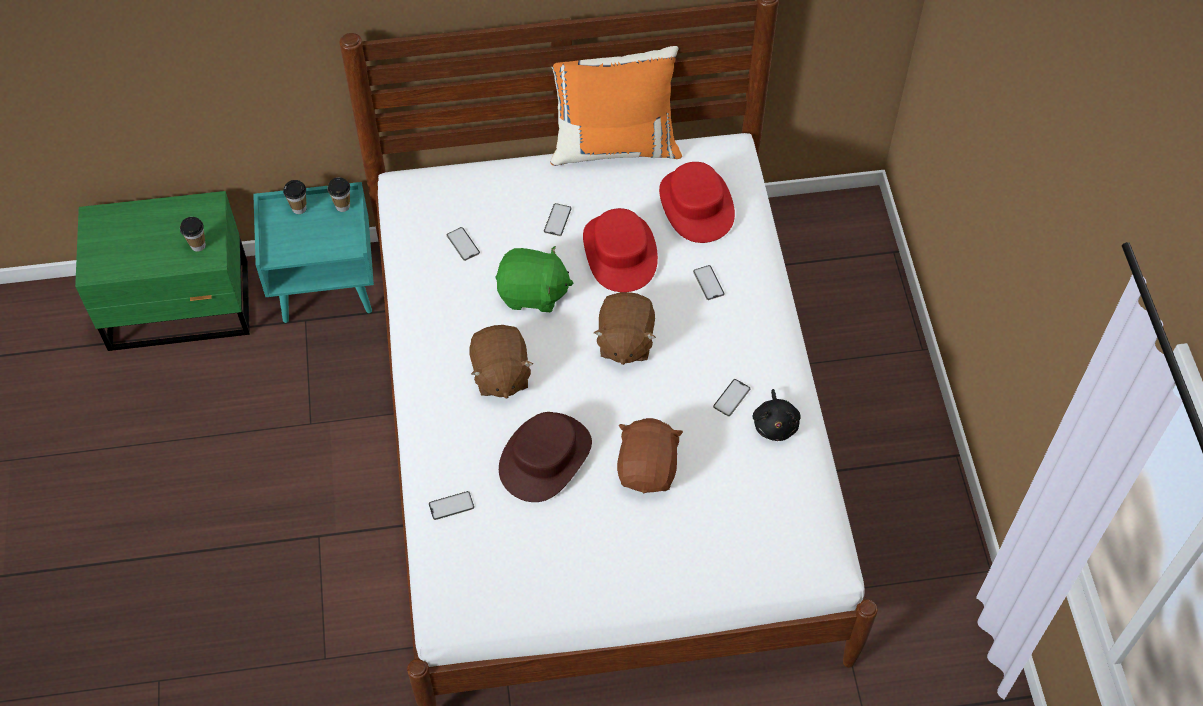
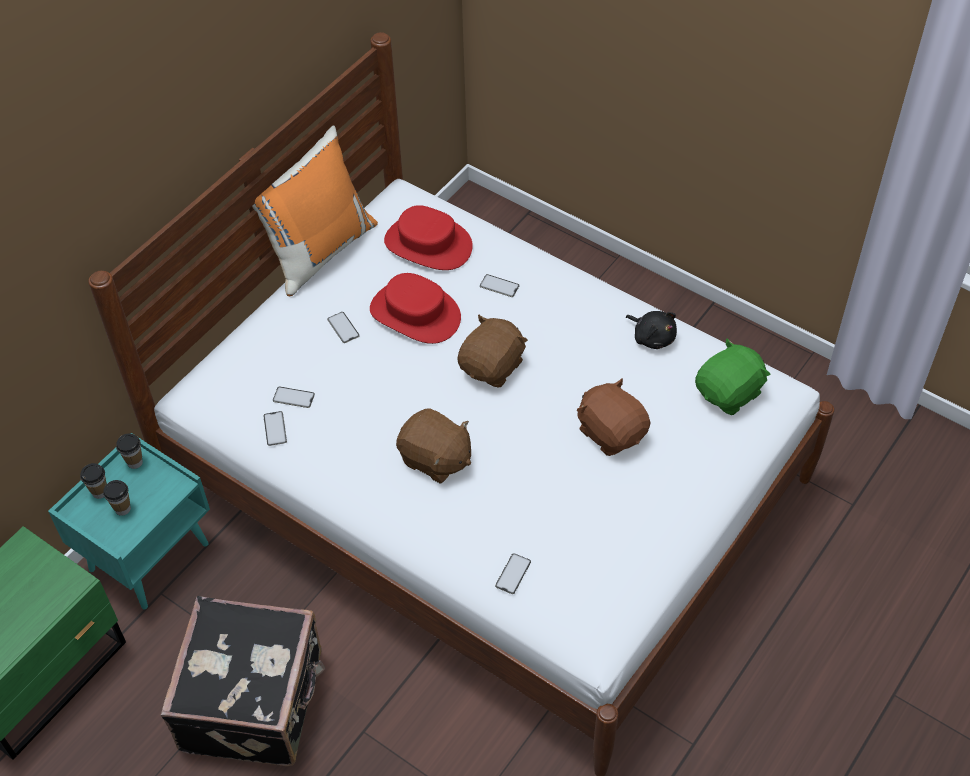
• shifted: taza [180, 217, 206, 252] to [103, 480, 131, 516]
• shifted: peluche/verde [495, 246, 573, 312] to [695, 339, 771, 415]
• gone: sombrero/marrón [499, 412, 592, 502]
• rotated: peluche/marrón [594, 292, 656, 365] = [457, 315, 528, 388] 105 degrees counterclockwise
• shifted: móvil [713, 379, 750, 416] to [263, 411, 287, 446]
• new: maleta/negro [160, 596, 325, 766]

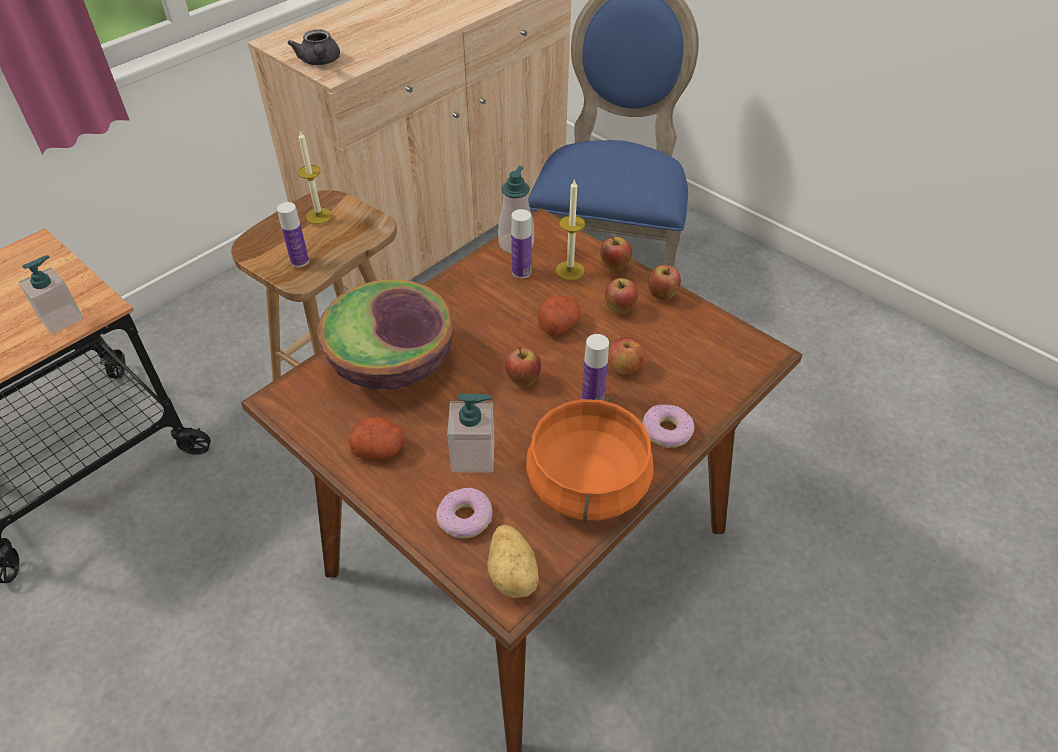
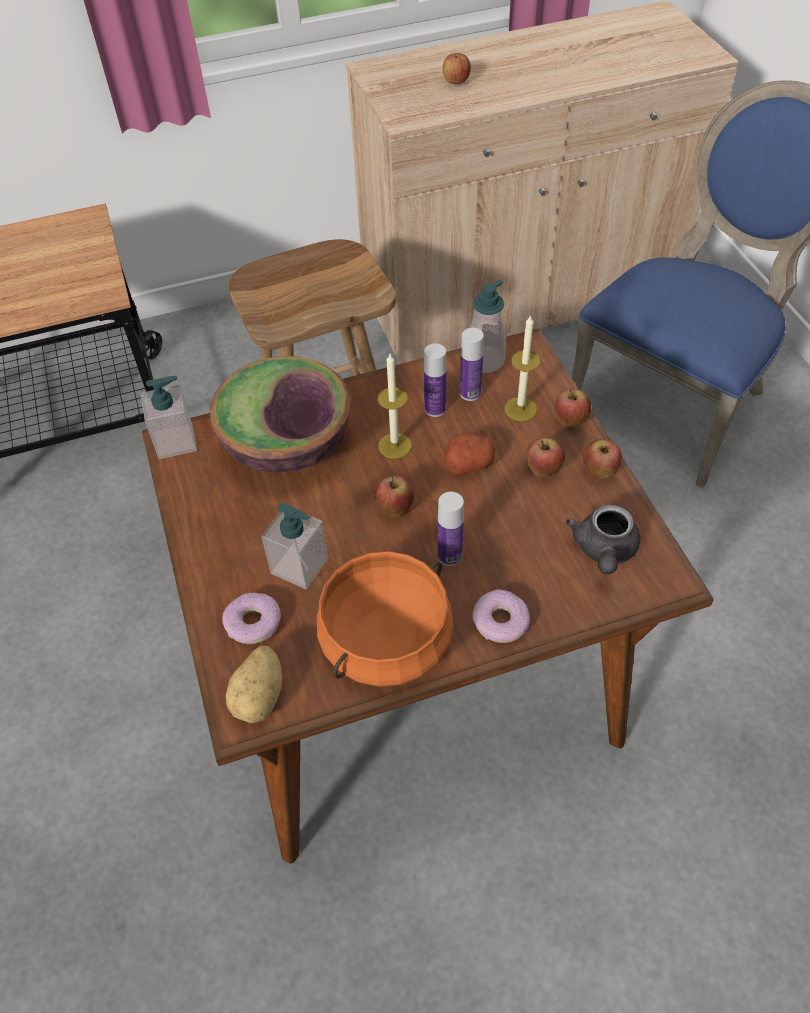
• shifted: dispensador de jabón [18, 255, 84, 334] to [141, 376, 197, 459]
• shifted: botella [277, 202, 309, 267] to [424, 343, 447, 417]
• shifted: tetera/gris [287, 29, 340, 65] to [566, 505, 640, 574]
• shifted: vela [298, 131, 332, 224] to [378, 354, 412, 459]
• gone: patata [348, 417, 405, 459]
• shifted: manzana [608, 337, 644, 374] to [443, 53, 471, 84]

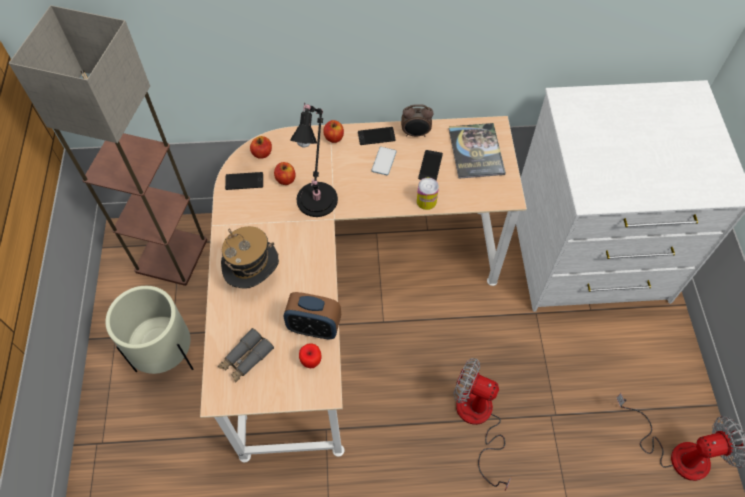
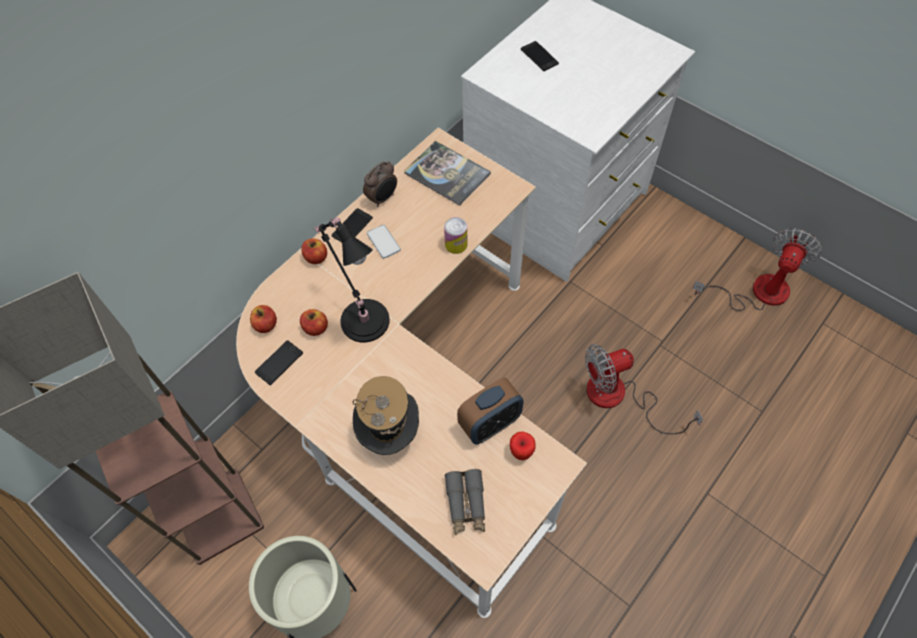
• shifted: móvil [418, 150, 443, 181] to [521, 41, 559, 71]

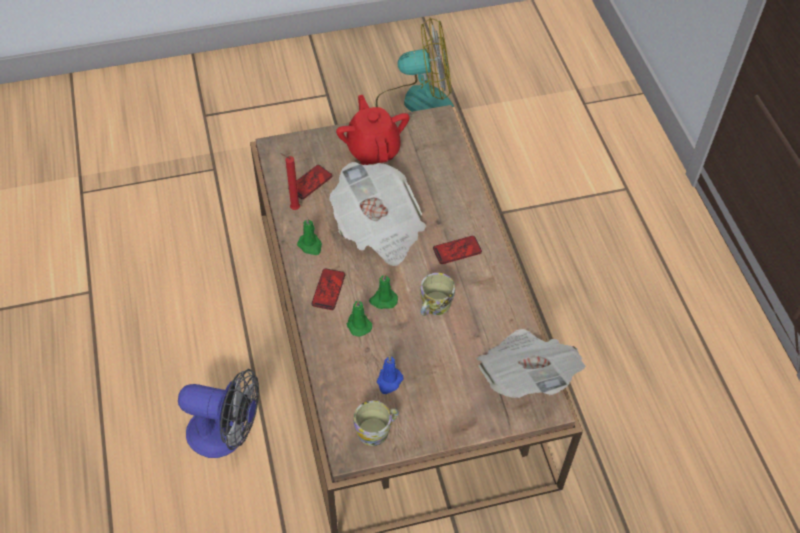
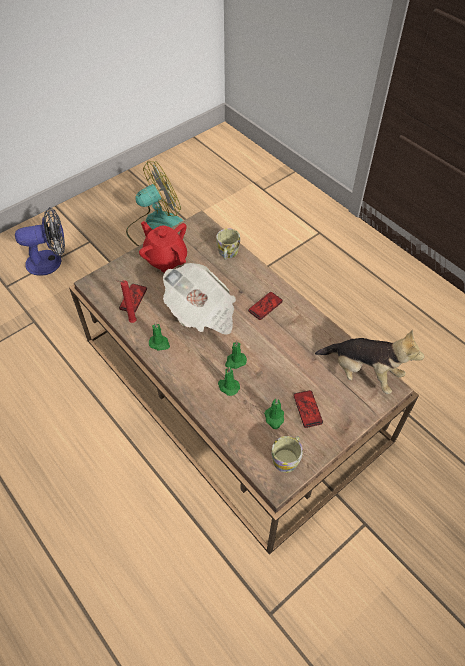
• shifted: ventilador [178, 369, 259, 458] to [15, 207, 65, 276]
• shifted: móvil [312, 268, 345, 310] to [293, 390, 323, 428]
• repainted: vela/azul [377, 356, 403, 394] to vela/verde [264, 398, 284, 429]
• shifted: taza grande [420, 273, 455, 316] to [216, 228, 240, 260]
• swapped: periódico [477, 329, 585, 398] to peluche [315, 330, 424, 394]

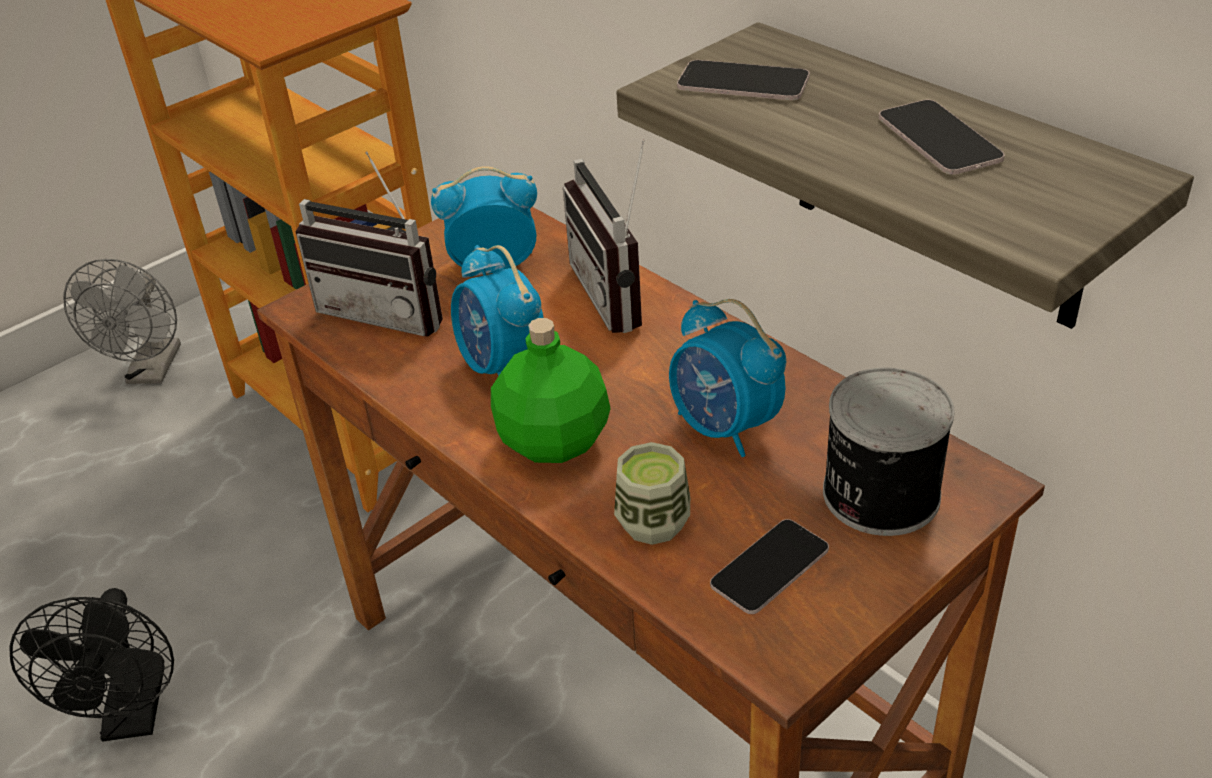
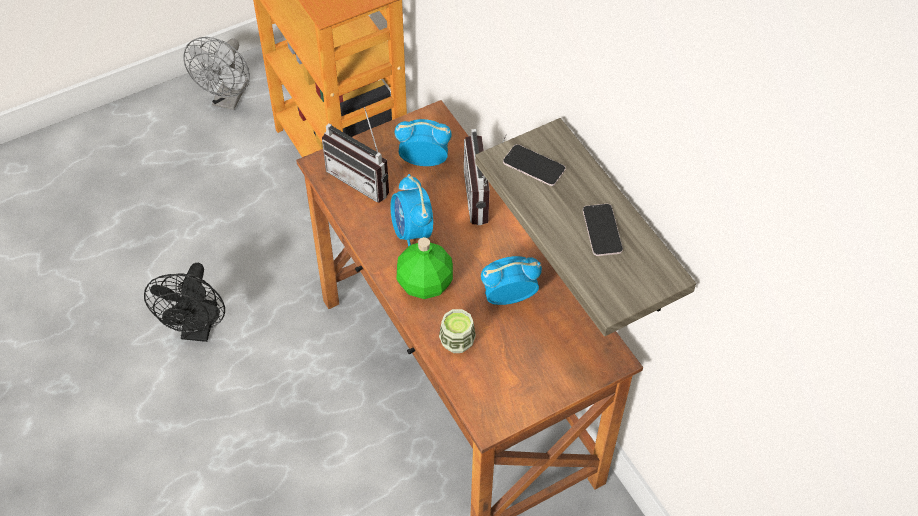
• rotated: despertador [669, 299, 786, 457] = [481, 256, 542, 305] 105 degrees clockwise
• gone: móvil [710, 519, 829, 614]
• gone: lata [823, 368, 955, 536]

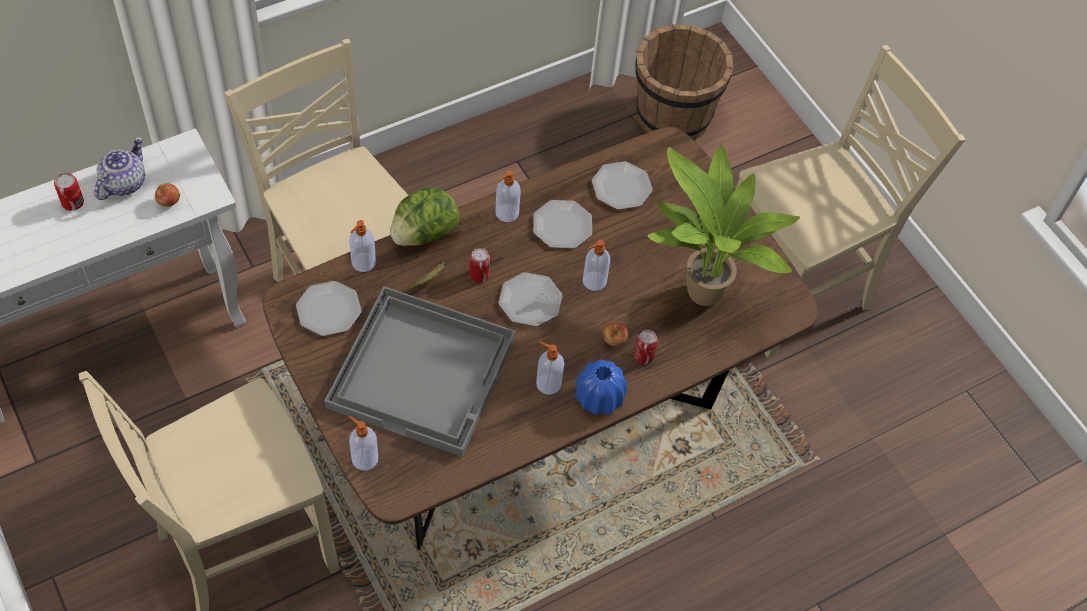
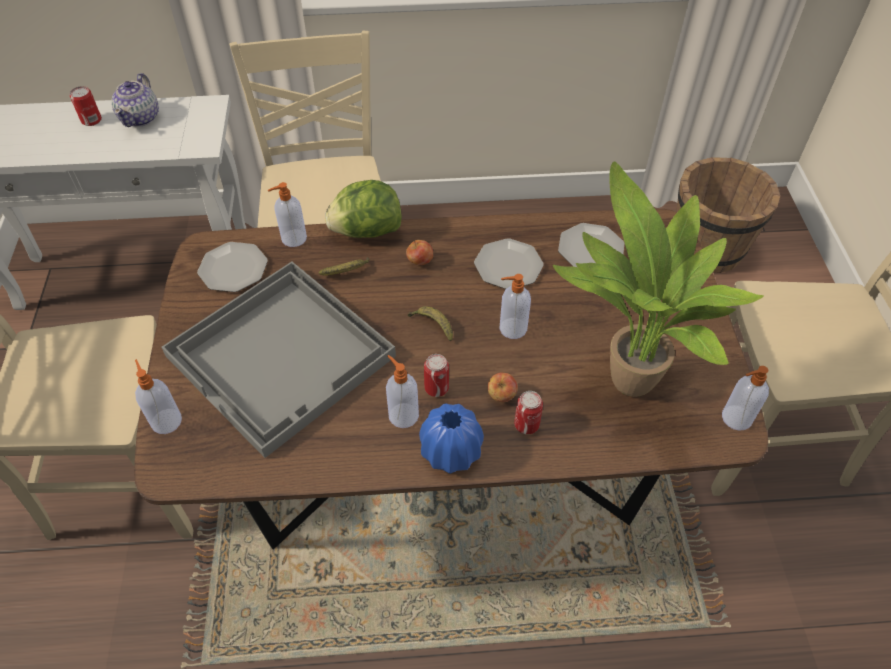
• rotated: tetera [94, 137, 145, 200] = [112, 73, 159, 127] 135 degrees clockwise
• shifted: manzana [155, 183, 180, 207] to [406, 240, 433, 265]
• shifted: lata [469, 248, 490, 283] to [424, 354, 449, 397]
• shifted: dispensador de jabón [495, 170, 521, 222] to [722, 366, 769, 431]
• swapped: plato [498, 272, 563, 327] to plátano [408, 306, 453, 342]

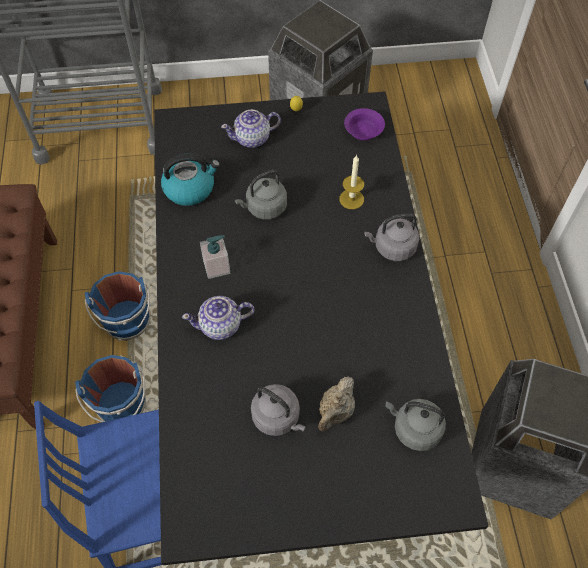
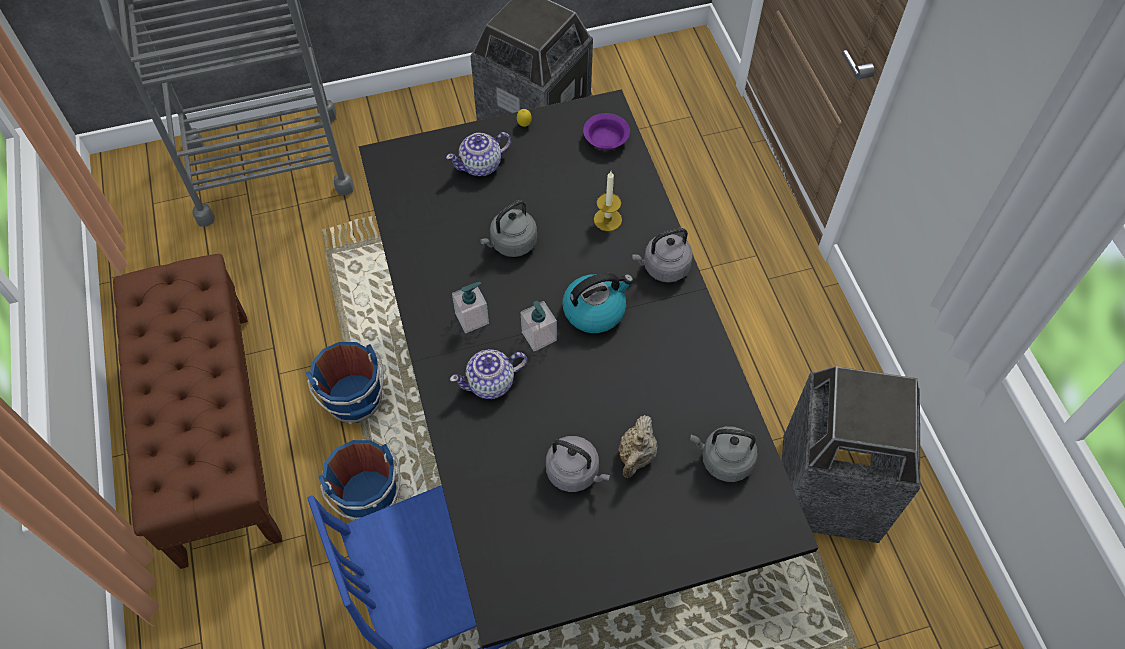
• shifted: hervidor [161, 153, 220, 206] to [562, 272, 633, 333]
• new: dispensador de jabón [520, 301, 557, 352]

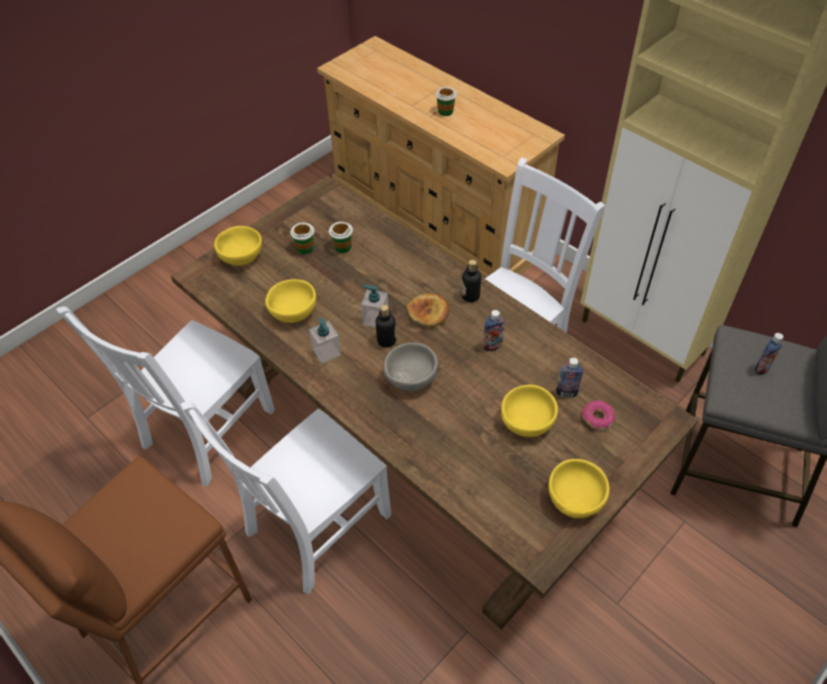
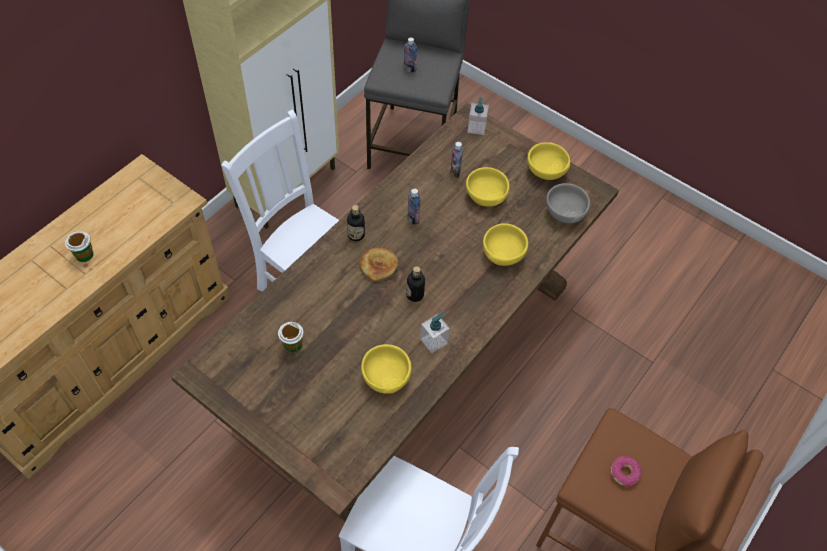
• gone: silla/blanco [180, 401, 392, 594]
• shifted: cuenco/amarillo [214, 226, 262, 266] to [483, 223, 528, 266]
• gone: taza [290, 223, 314, 254]
• shifted: dispensador de jabón [361, 285, 389, 327] to [467, 97, 489, 135]
• shifted: cuenco/gris [384, 343, 438, 391] to [546, 183, 590, 223]
• shifted: rosquilla [582, 401, 615, 430] to [611, 456, 642, 487]

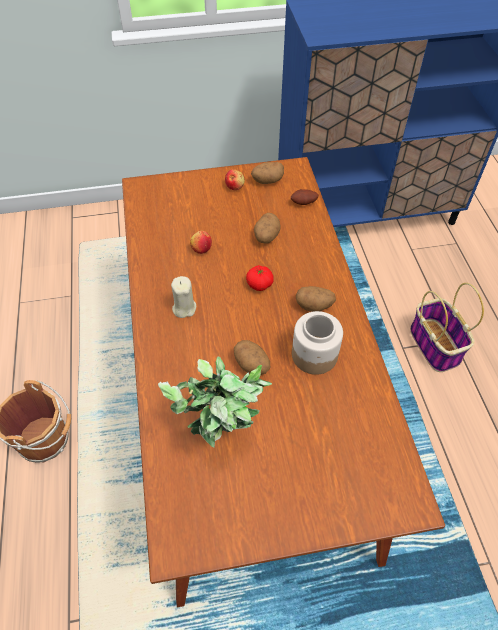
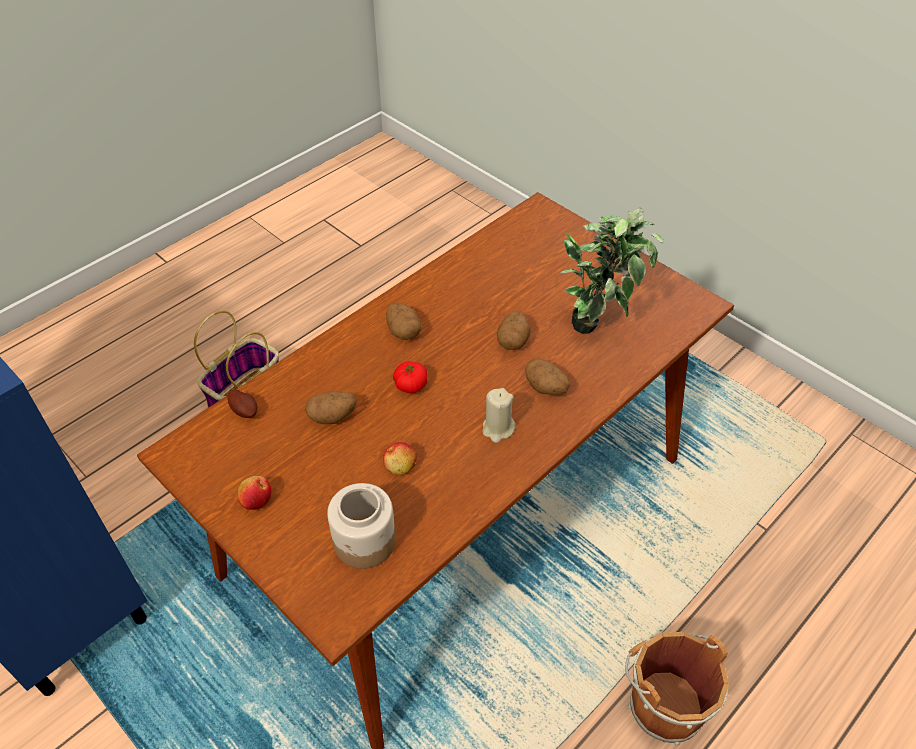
• shifted: patata [251, 162, 284, 184] to [525, 358, 570, 395]
• shifted: tarro [292, 311, 343, 375] to [327, 483, 396, 569]

